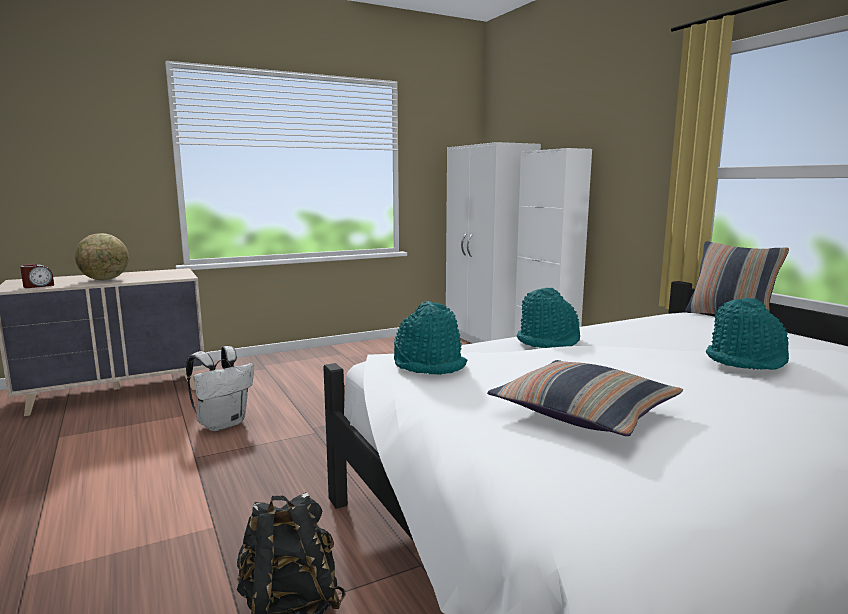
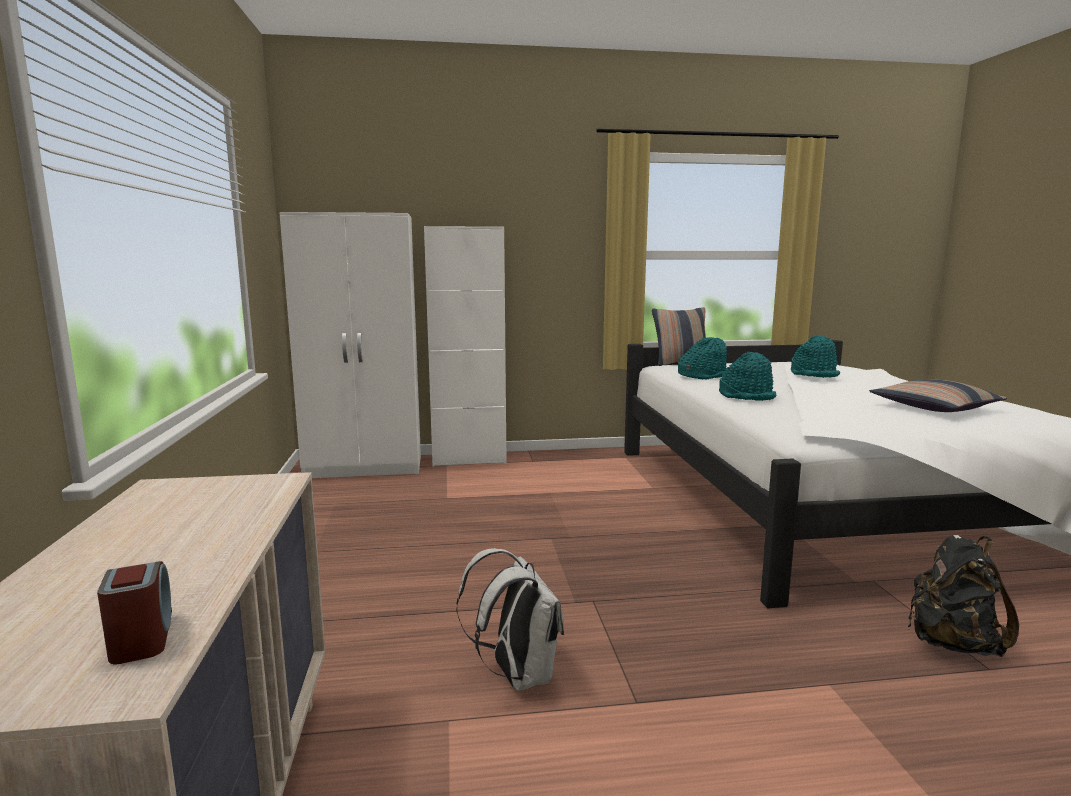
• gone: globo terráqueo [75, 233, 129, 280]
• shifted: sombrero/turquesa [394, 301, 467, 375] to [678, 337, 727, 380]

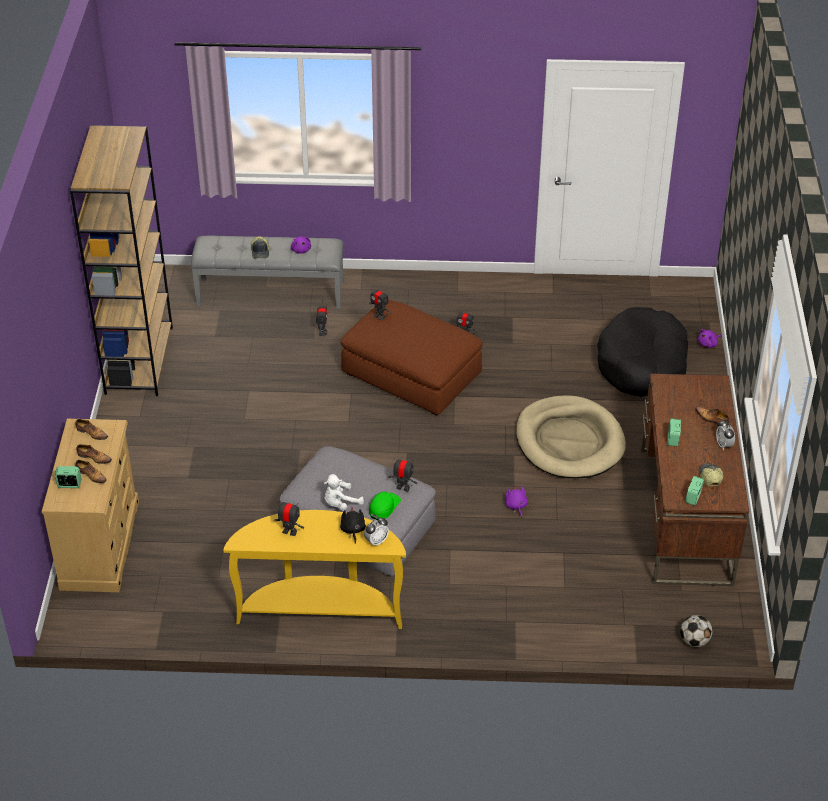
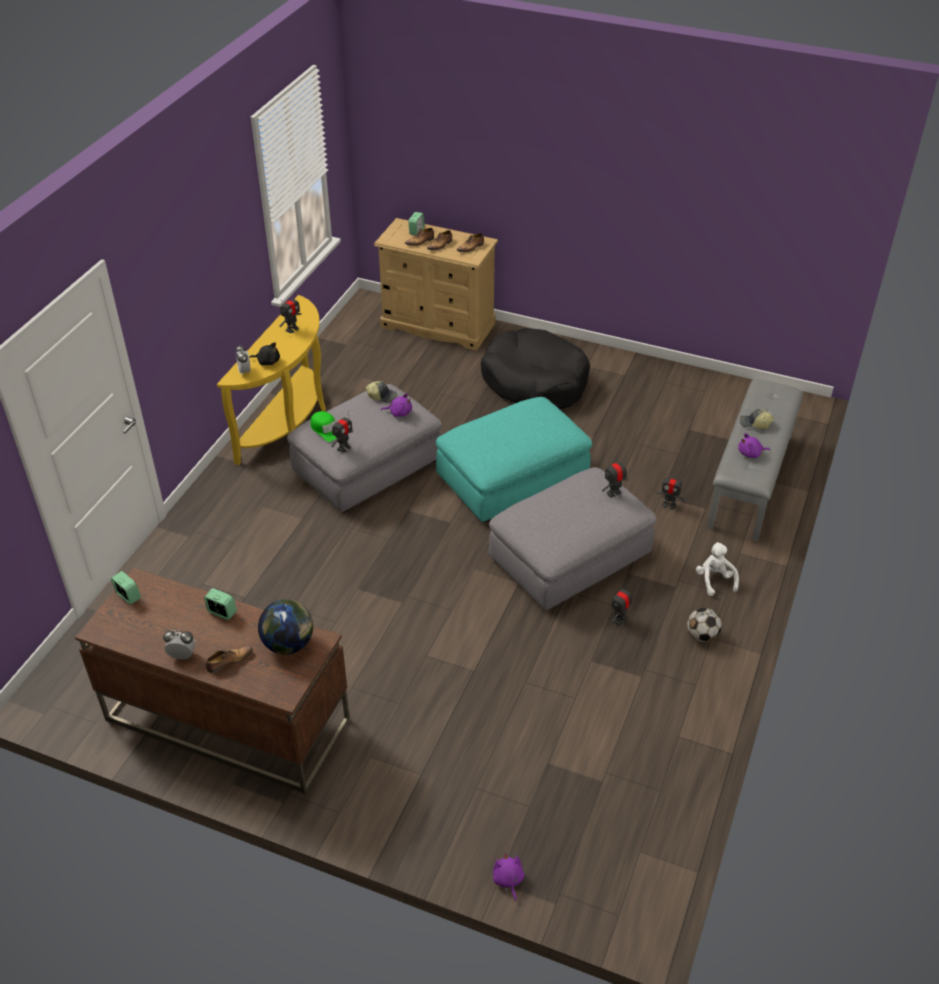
• gone: estantería/marrón [70, 125, 173, 396]
• shifted: peluche/blanco [324, 474, 364, 511] to [696, 542, 739, 596]
• repainted: puf/marrón [341, 300, 483, 415] to puf/gris [488, 467, 657, 610]
• shifted: peluche/morado [505, 485, 528, 518] to [381, 394, 412, 417]
• gone: cama para perro/beis [516, 395, 626, 478]
• shifted: cama para perro/negro [597, 307, 688, 397] to [481, 328, 590, 409]
• shifted: balón de fútbol [680, 615, 713, 647] to [687, 608, 722, 642]
• shifted: gorra [699, 463, 723, 487] to [366, 381, 397, 403]
• new: globo terráqueo [258, 600, 313, 655]
• new: puf/turquesa [436, 397, 592, 522]

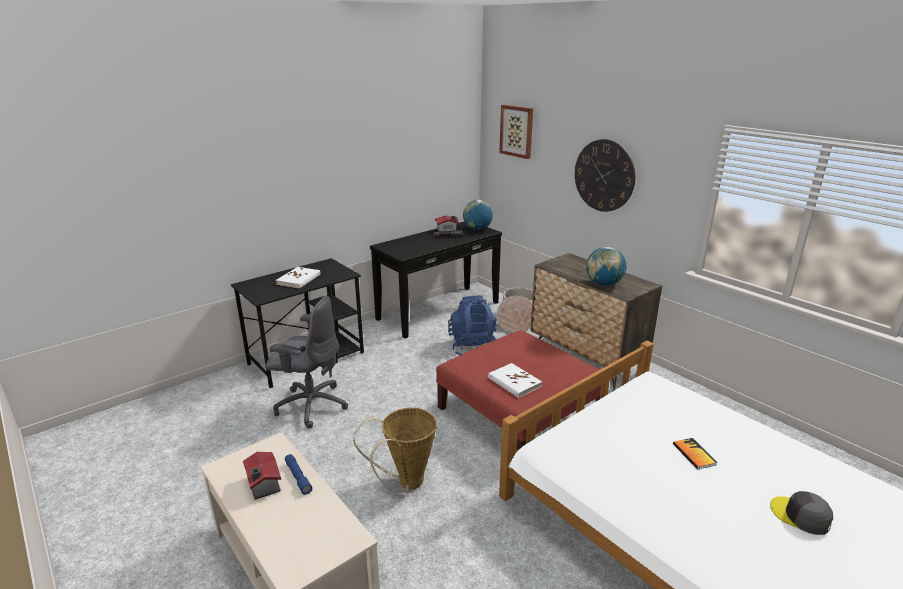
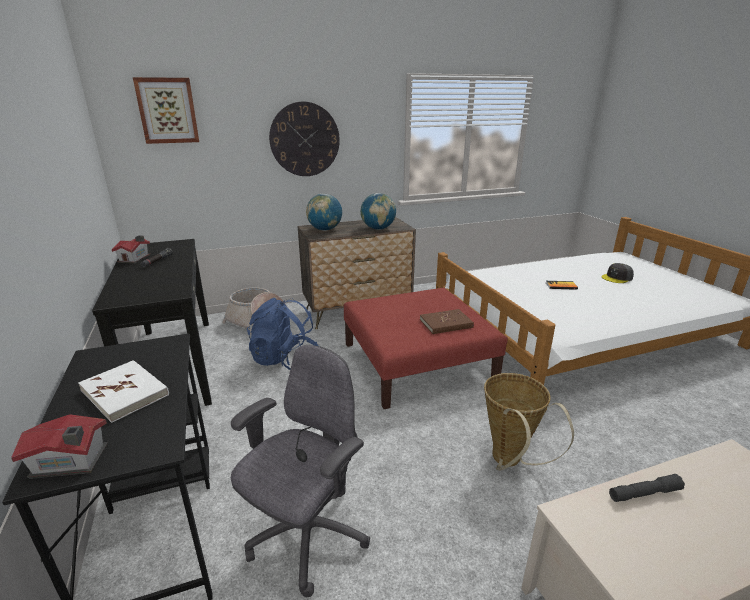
• shifted: casita [243, 452, 281, 500] to [11, 414, 108, 479]
• repainted: linterna/azul [285, 454, 312, 495] to linterna/gris [609, 474, 685, 502]
• shifted: globo terráqueo [463, 200, 493, 230] to [306, 194, 342, 231]
• repainted: libro/blanco [488, 363, 542, 398] to libro/marrón [420, 309, 474, 334]

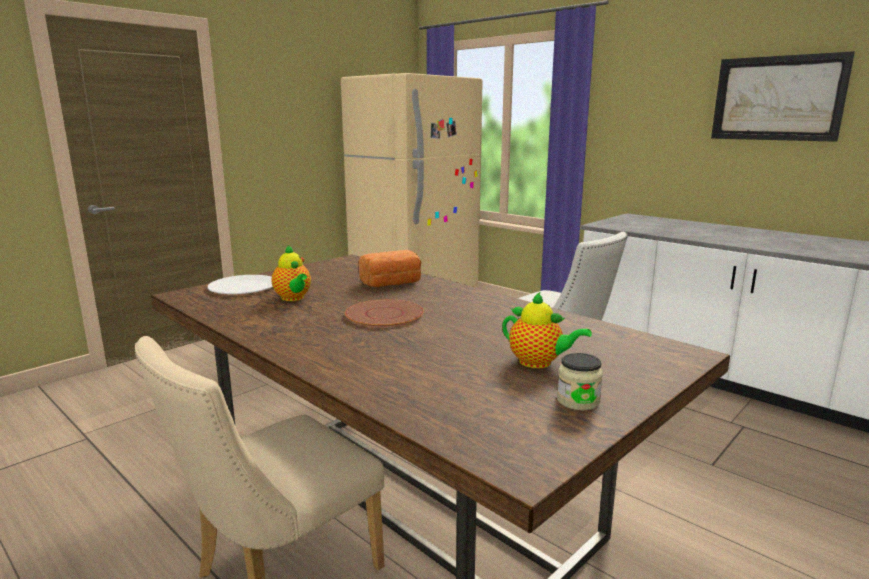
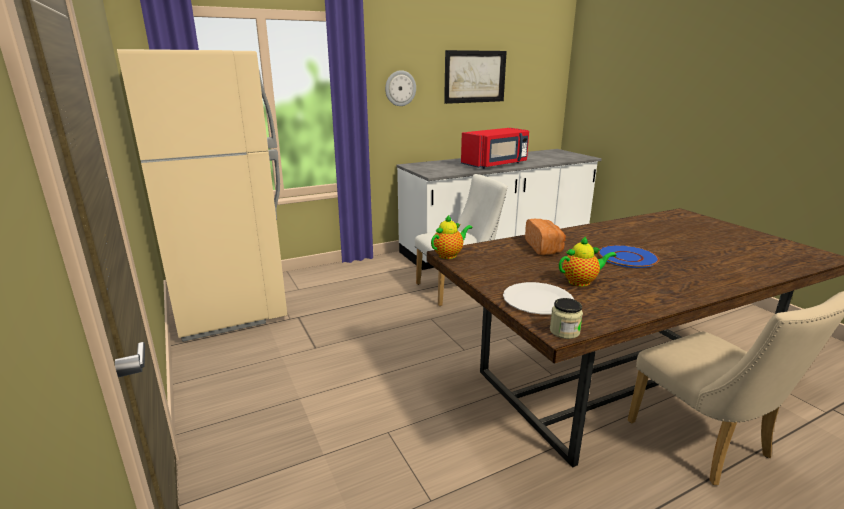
• repainted: plato/marrón [345, 299, 424, 328] to plato/azul [598, 245, 659, 268]
• shifted: tetera [502, 292, 592, 368] to [431, 214, 473, 259]
• shifted: tarro [557, 353, 603, 411] to [550, 298, 583, 339]
• new: reloj de pared [385, 70, 416, 106]
• new: microondas/rojo [461, 128, 529, 169]

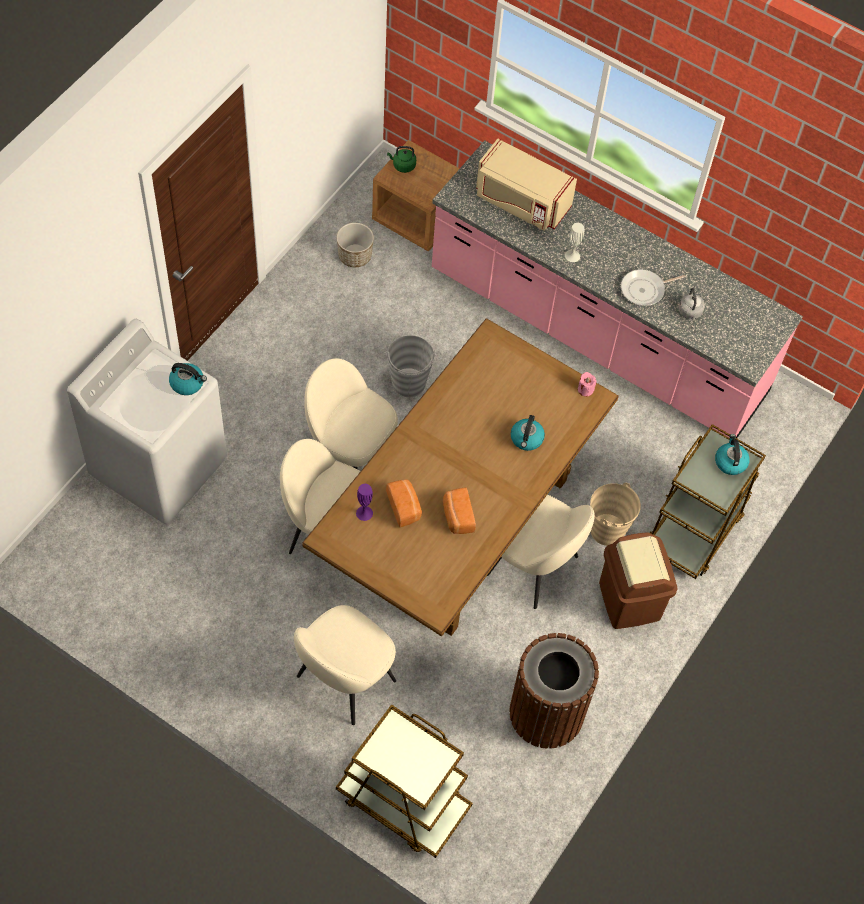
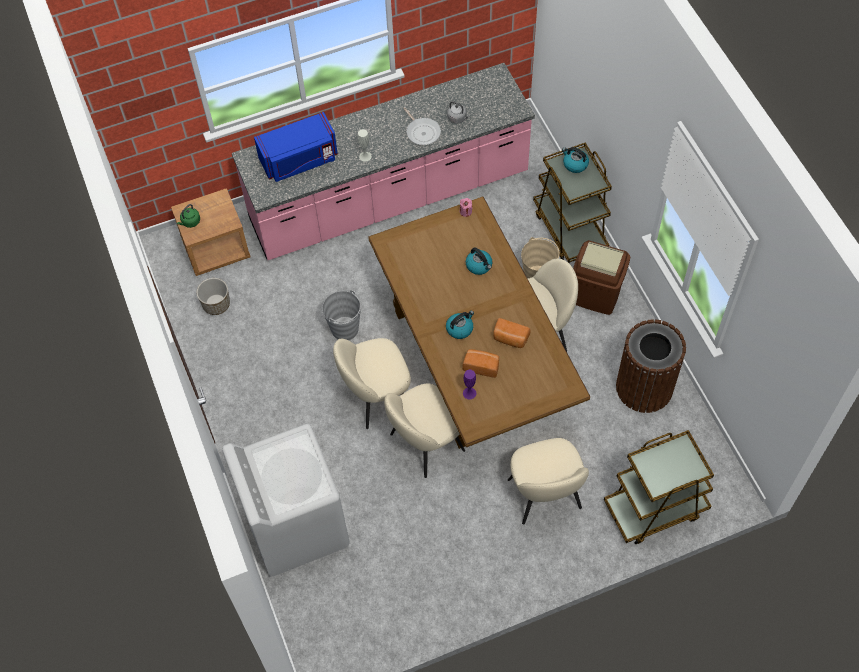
• shifted: hervidor [169, 363, 207, 395] to [446, 311, 474, 339]
• repainted: microondas/beis [476, 139, 577, 231] to microondas/azul [254, 112, 338, 182]
• rotated: sartén [621, 269, 686, 306] = [404, 108, 441, 145] 45 degrees counterclockwise

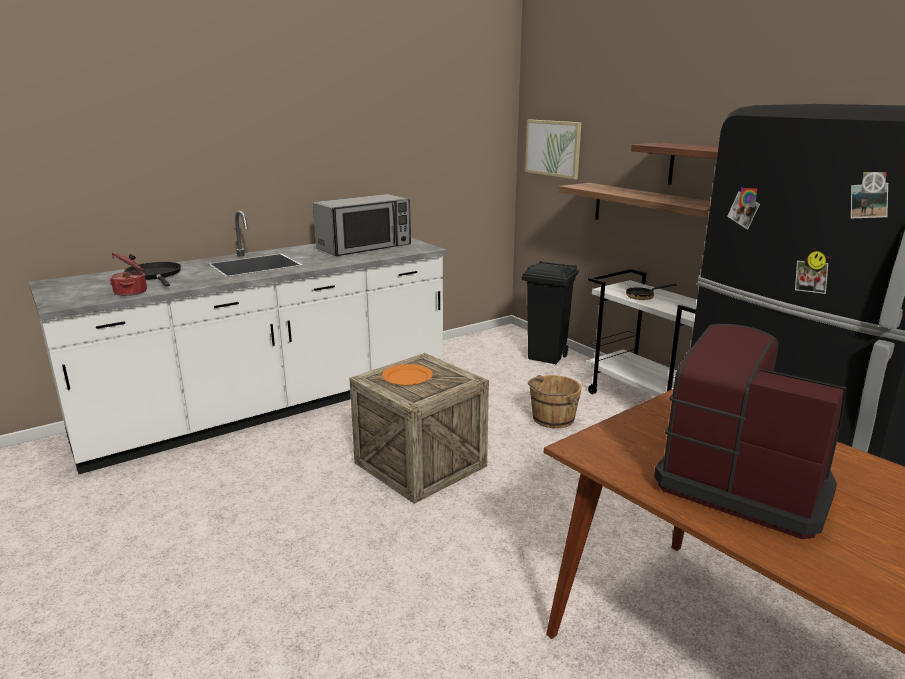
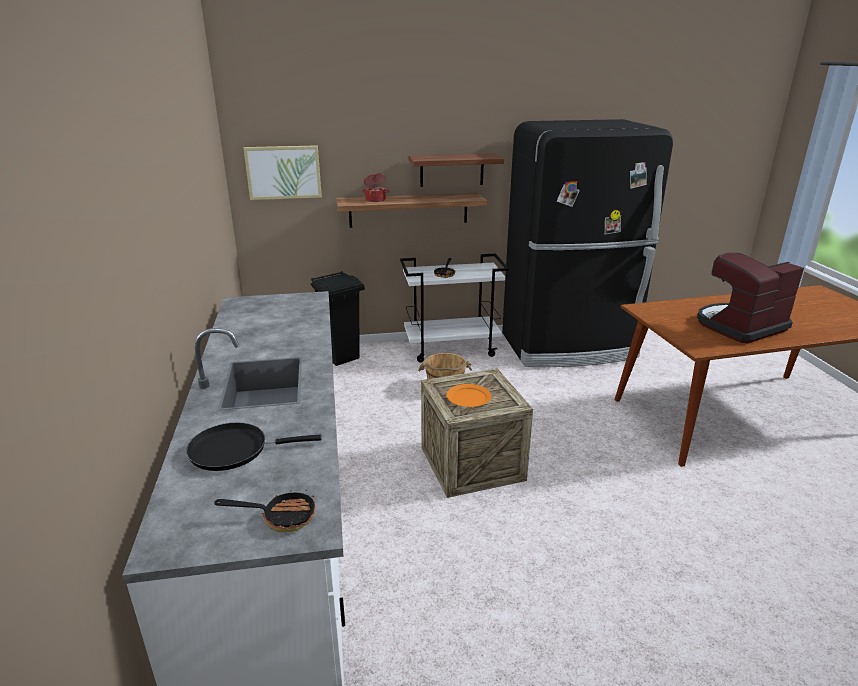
• shifted: olla [110, 253, 147, 296] to [361, 173, 390, 202]
• gone: microondas [313, 194, 411, 256]
• new: sartén [214, 490, 316, 532]

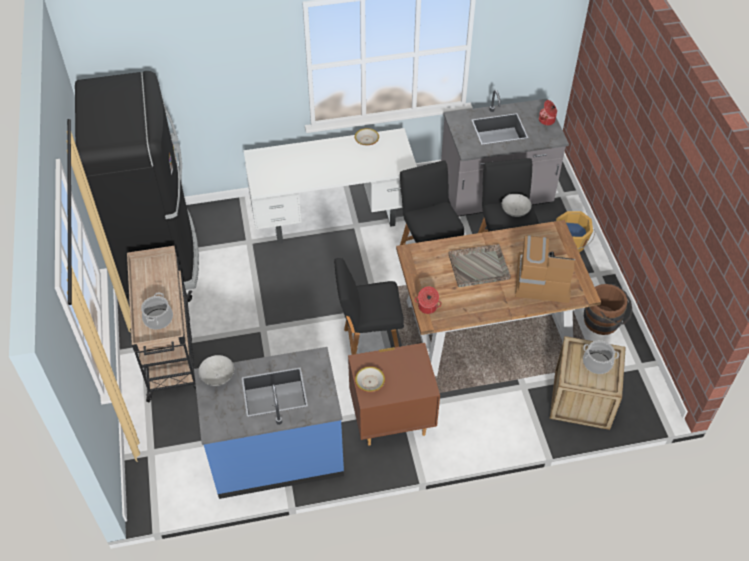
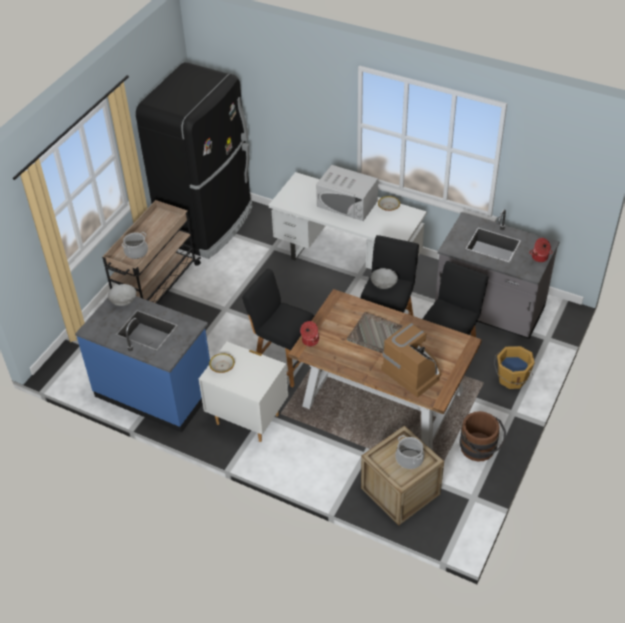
• repainted: mesita de noche/marrón [348, 343, 440, 446] to mesita de noche/blanco [199, 342, 288, 442]
• shifted: cuenco/gris [502, 194, 532, 217] to [371, 268, 398, 289]
• new: microondas/blanco [316, 165, 378, 221]

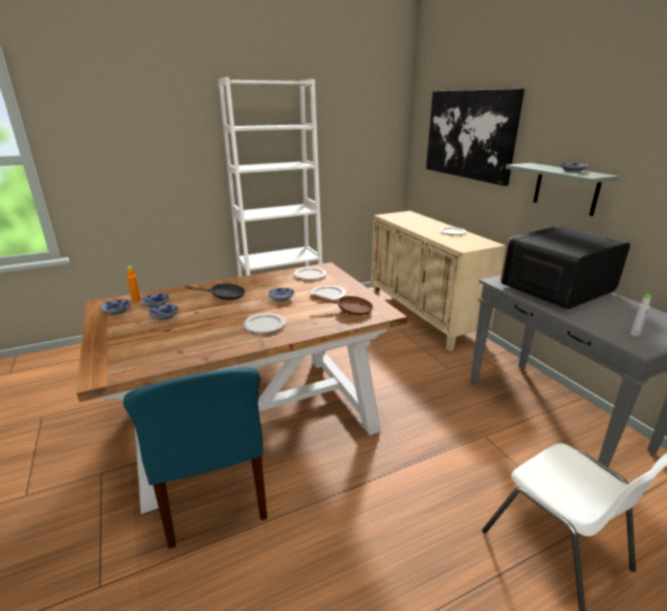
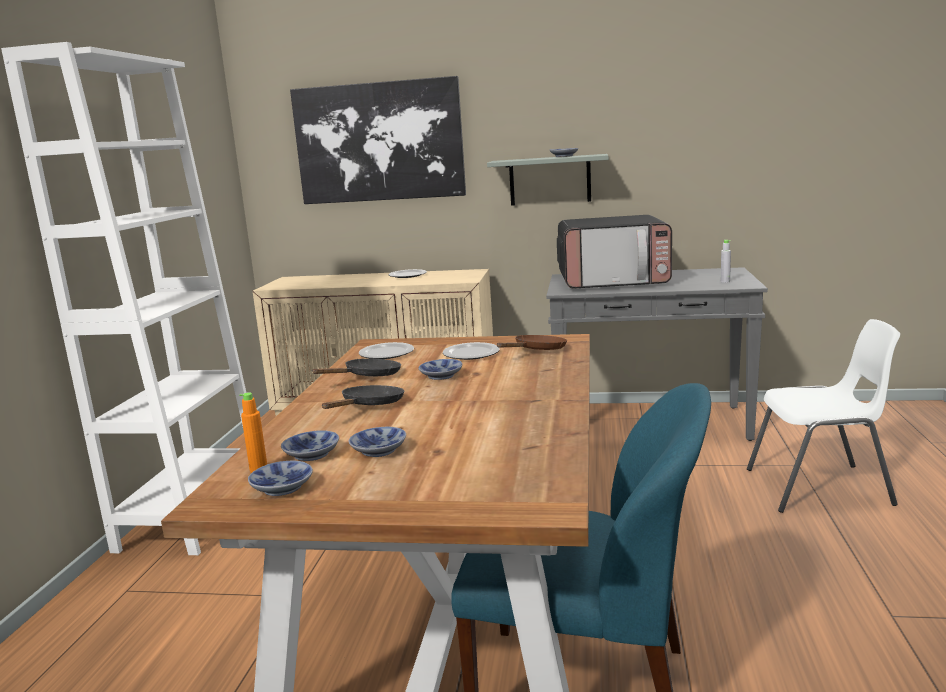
• gone: plato [243, 313, 286, 333]
• rotated: microondas [501, 226, 630, 309] = [557, 215, 672, 288] 90 degrees counterclockwise
• new: sartén/negro [312, 359, 401, 376]

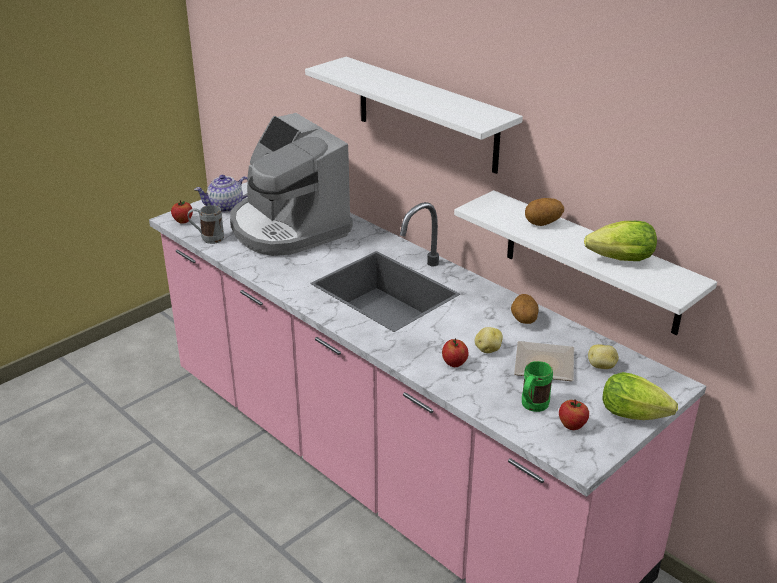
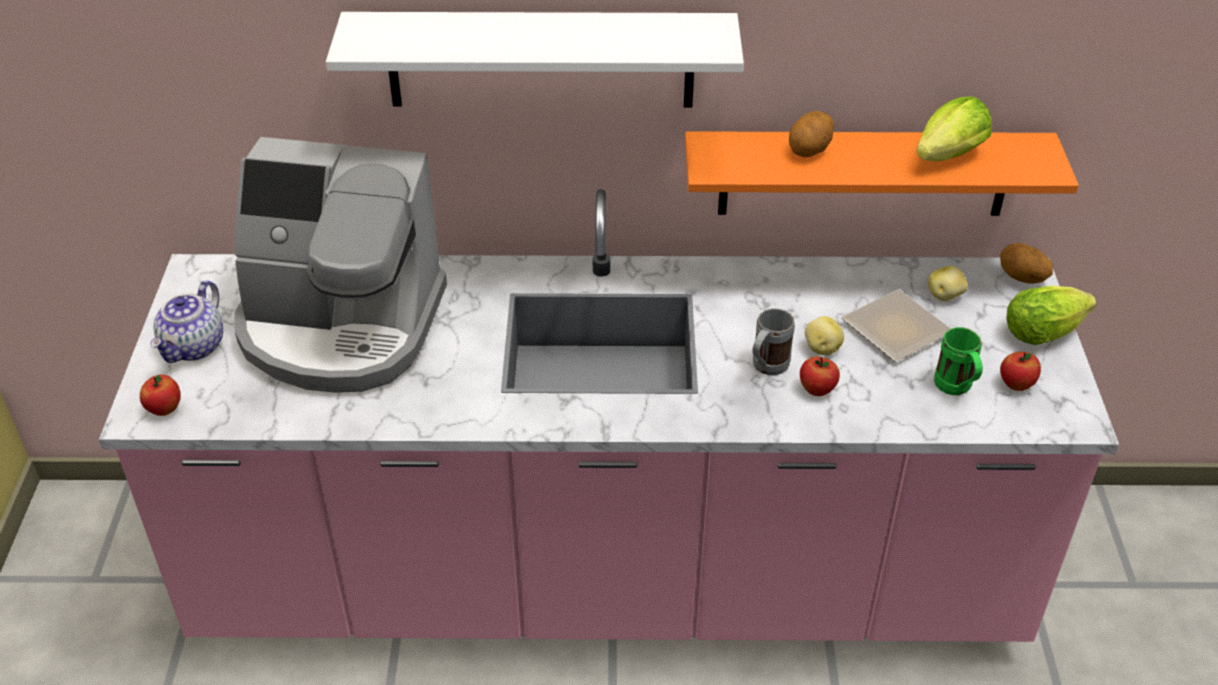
• shifted: taza grande/gris [187, 205, 224, 244] to [753, 309, 795, 375]
• repainted: estante/blanco [454, 190, 717, 335] to estante/naranja [685, 131, 1079, 216]
• shifted: patata [511, 294, 539, 324] to [1000, 243, 1053, 284]

